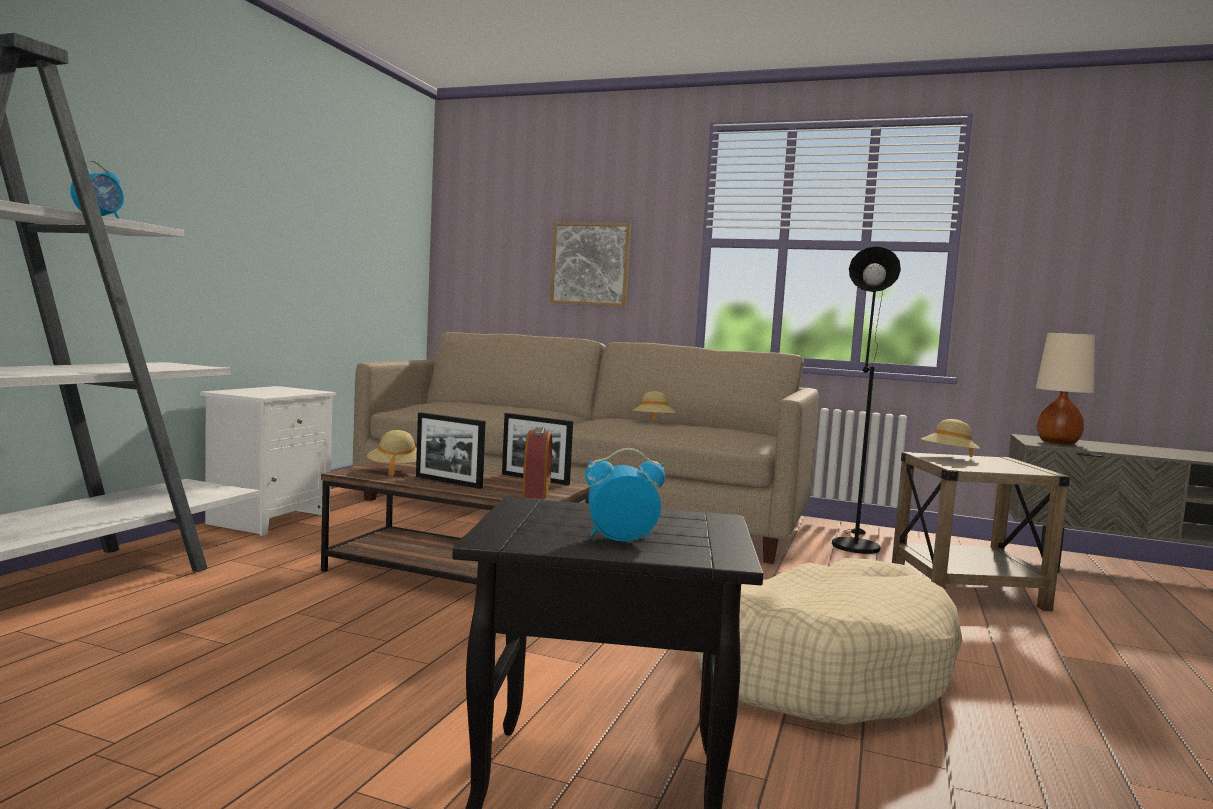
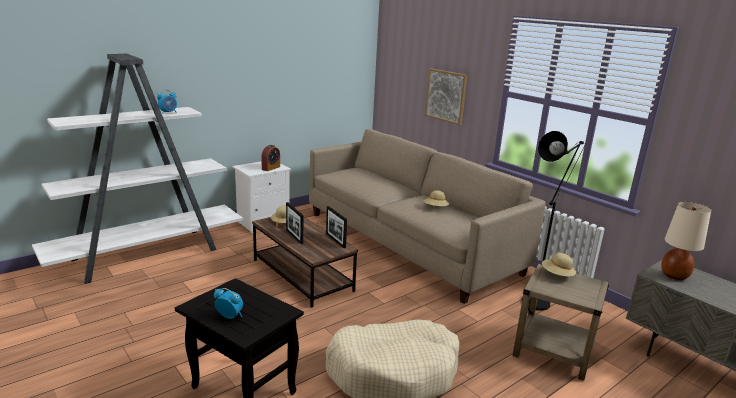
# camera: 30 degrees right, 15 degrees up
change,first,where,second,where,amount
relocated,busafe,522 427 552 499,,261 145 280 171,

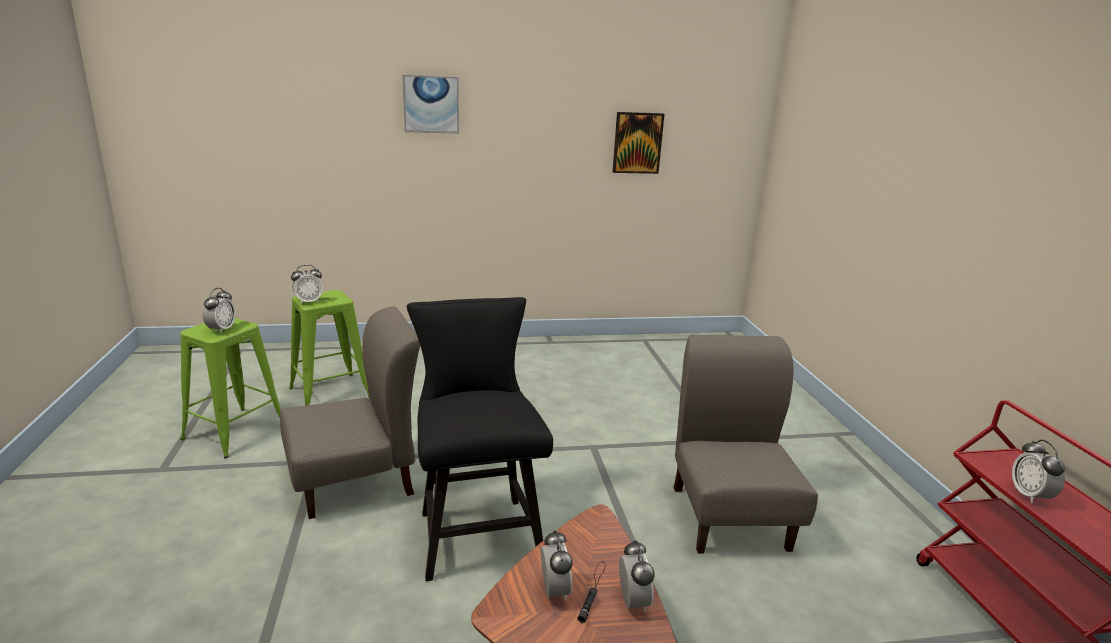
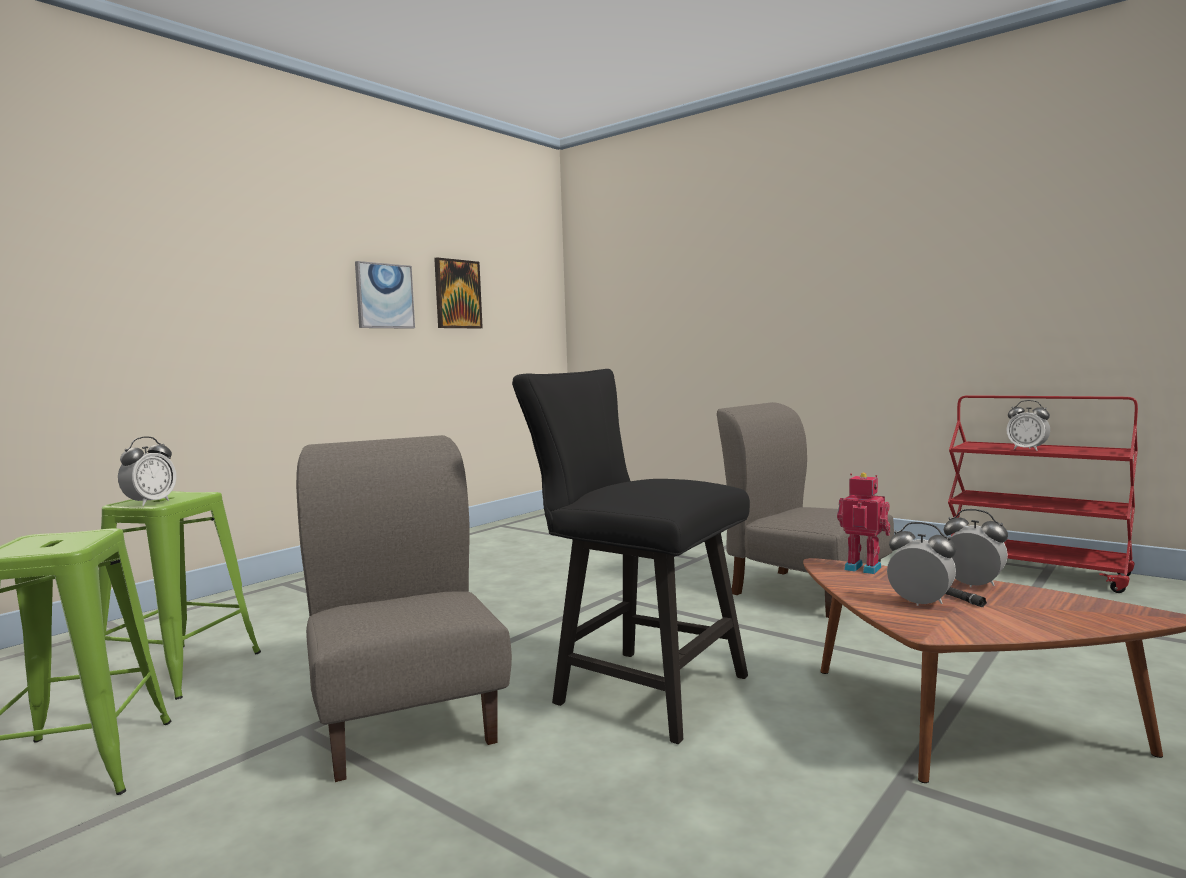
# camera: 40 degrees left, 15 degrees down
change,first,where,second,where,amount
relocated,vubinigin,403 75 459 134,,355 261 415 329,
missing,busafe,202 288 236 334,,,
spun,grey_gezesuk,280 306 420 519,,296 435 512 782,45 degrees counterclockwise
appeared,,,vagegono,837 473 890 574,

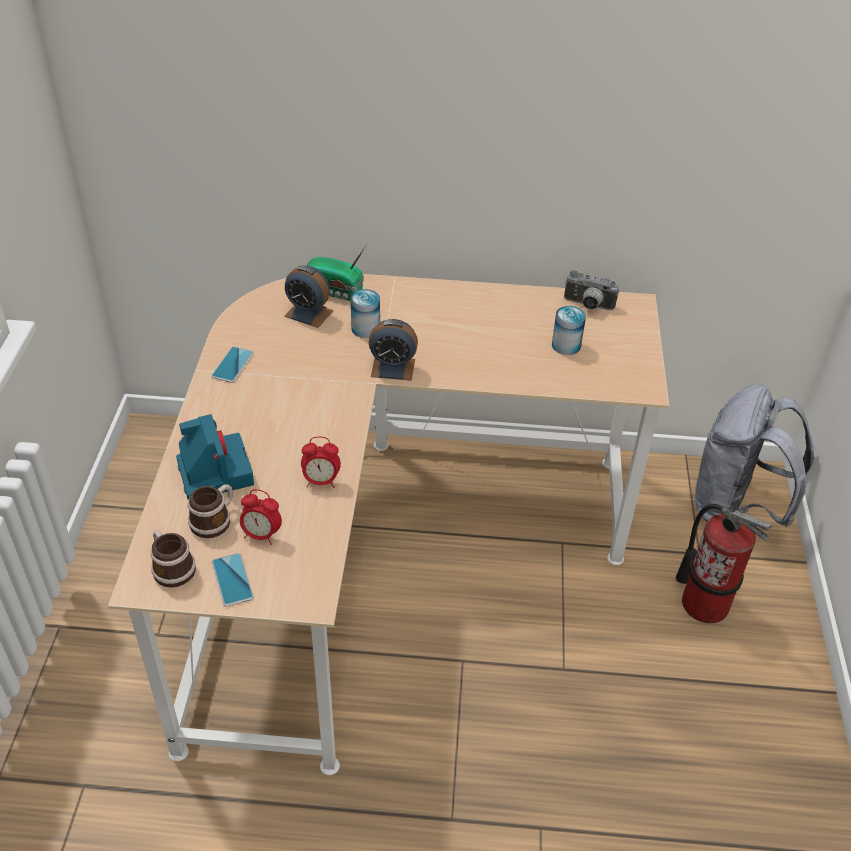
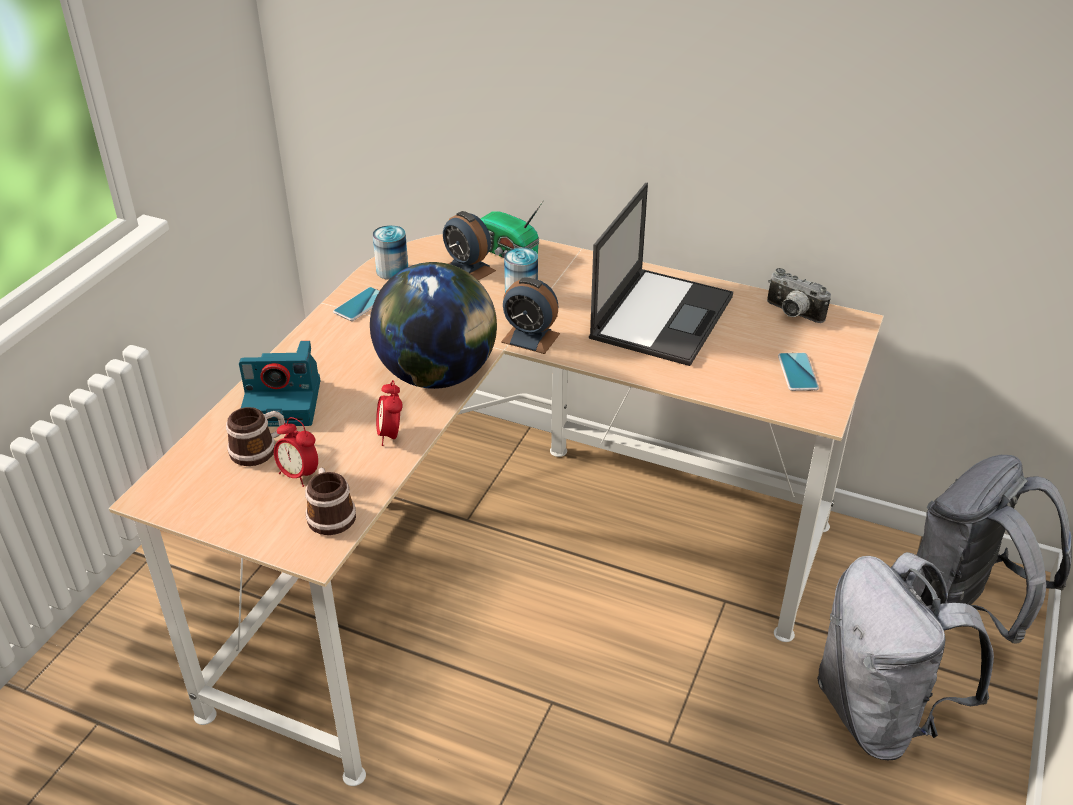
# camera: 20 degrees right, 5 degrees down
change,first,where,second,where,amount
relocated,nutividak,552 306 586 355,,373 225 408 280,
spun,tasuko,176 414 254 499,,239 341 320 427,90 degrees clockwise
spun,busafe,301 437 341 488,,376 380 403 446,60 degrees clockwise
exchanged,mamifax,676 504 771 623,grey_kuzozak,817 552 994 760,
relocated,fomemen,151 530 196 588,,305 467 356 535,
relocated,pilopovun,212 553 254 607,,778 353 819 391,
appeared,,,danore,589 183 733 366,
appeared,,,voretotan,370 262 497 389,

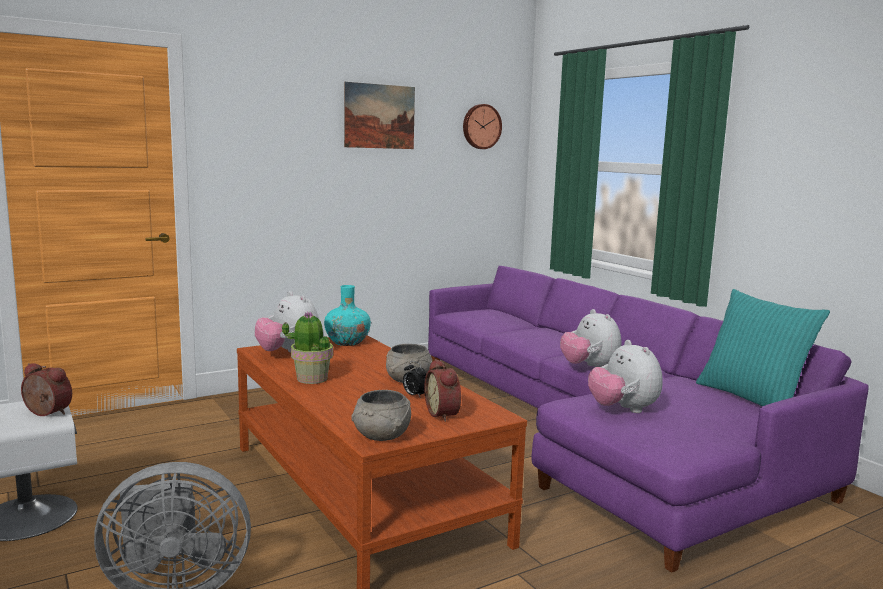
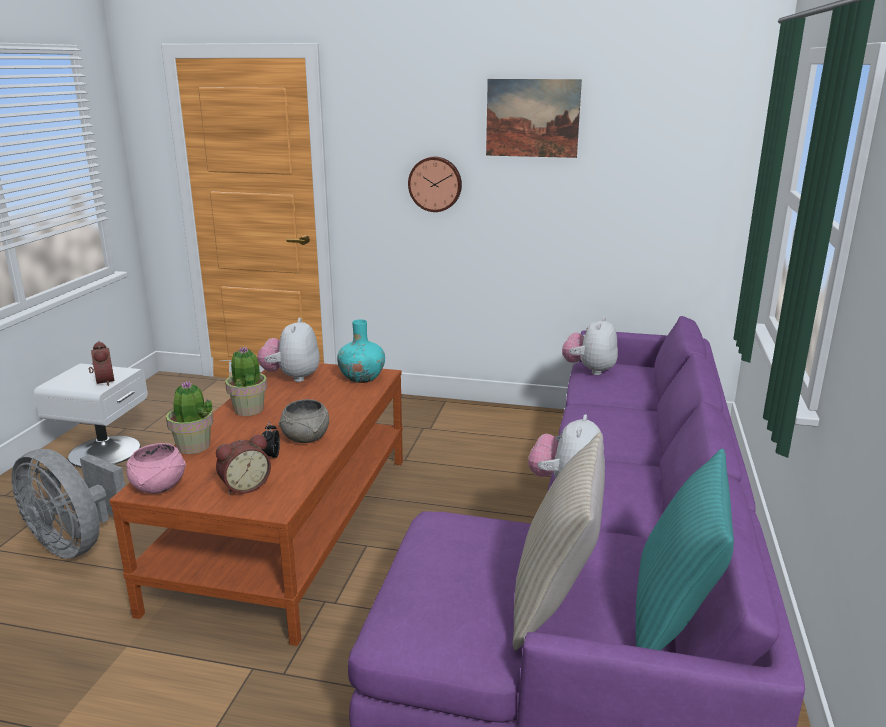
# camera: 45 degrees right, 10 degrees up
change,first,where,second,where,amount
relocated,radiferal,463 104 502 149,,408 157 462 212,
relocated,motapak,588 340 663 413,,562 316 618 375,
spun,busafe,424 359 461 422,,216 434 271 495,150 degrees counterclockwise
colour,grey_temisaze,351 390 411 441,pink_temisaze,126 443 186 494,
appeared,,,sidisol,166 380 213 454,
appeared,,,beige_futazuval,513 432 605 651,

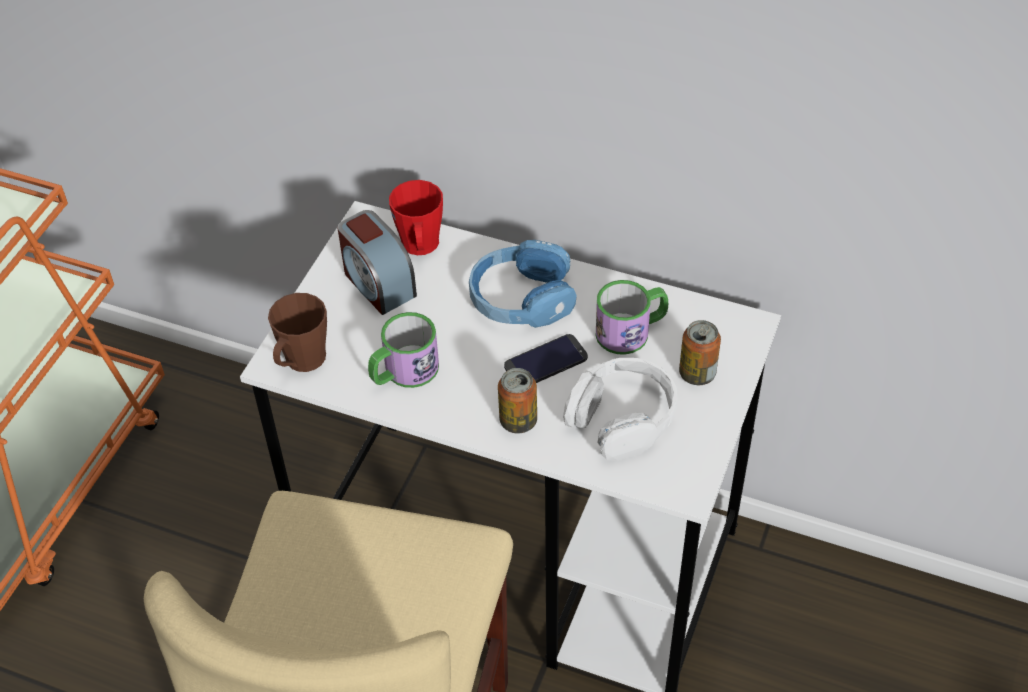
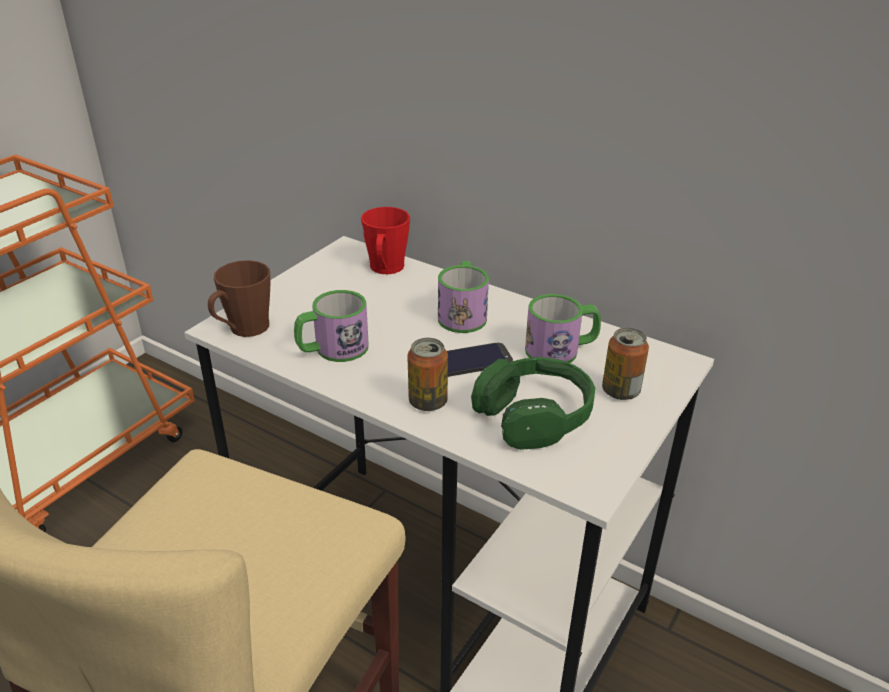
# camera: 10 degrees right, 15 degrees down
change,first,where,second,where,amount
missing,busafe,338 210 417 315,,,
exchanged,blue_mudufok,469 240 577 328,fomemen,438 261 489 333,
colour,white_mudufok,563 358 677 461,green_mudufok,471 357 595 450,

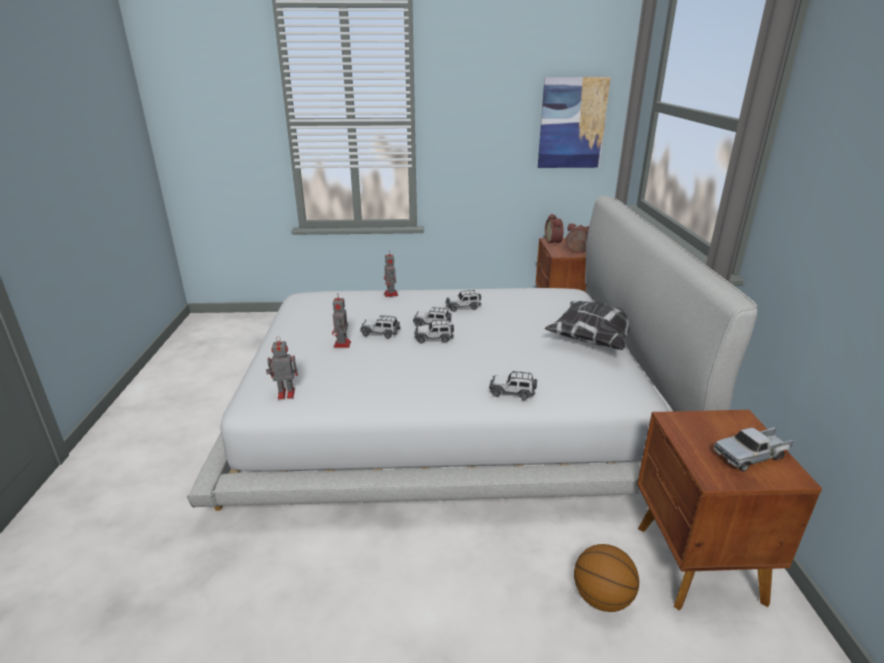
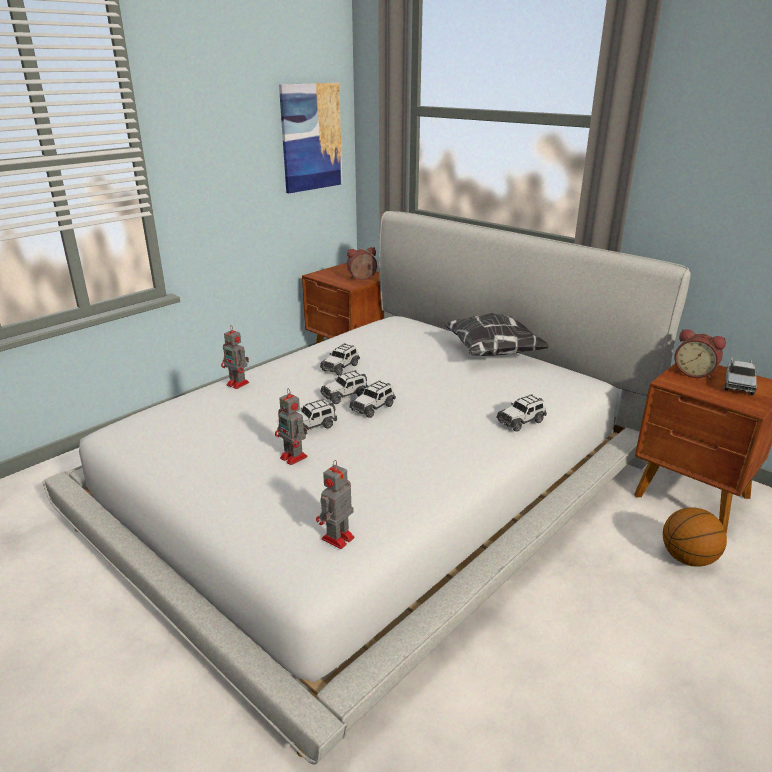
# camera: 45 degrees left, 0 degrees up
change,first,where,second,where,amount
relocated,busafe,545 214 564 245,,675 329 726 380,

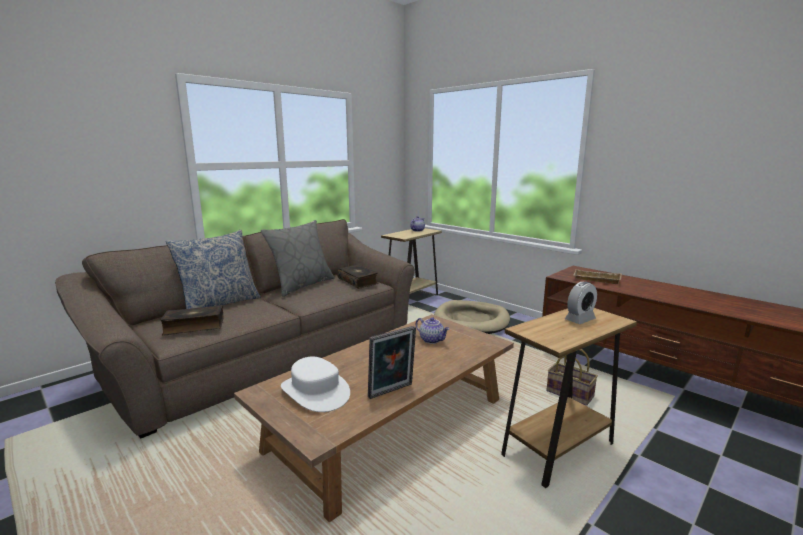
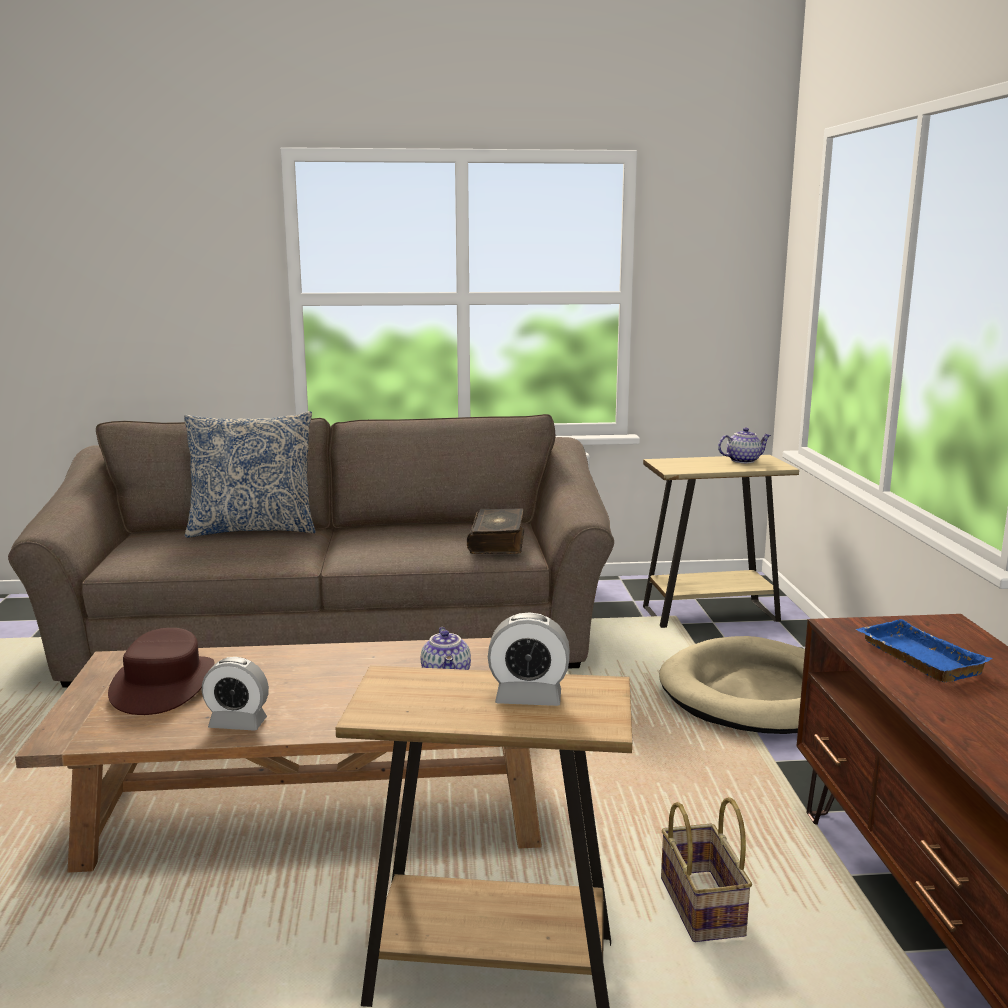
# camera: 40 degrees right, 0 degrees up
change,first,where,second,where,amount
missing,grey_futazuval,261 220 335 297,,,
colour,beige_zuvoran,573 269 622 284,blue_zuvoran,856 619 993 683,
missing,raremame,160 305 224 336,,,
exchanged,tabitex,368 326 416 399,busafe,202 657 269 731,
colour,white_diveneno,281 357 350 412,brown_diveneno,108 628 214 715,

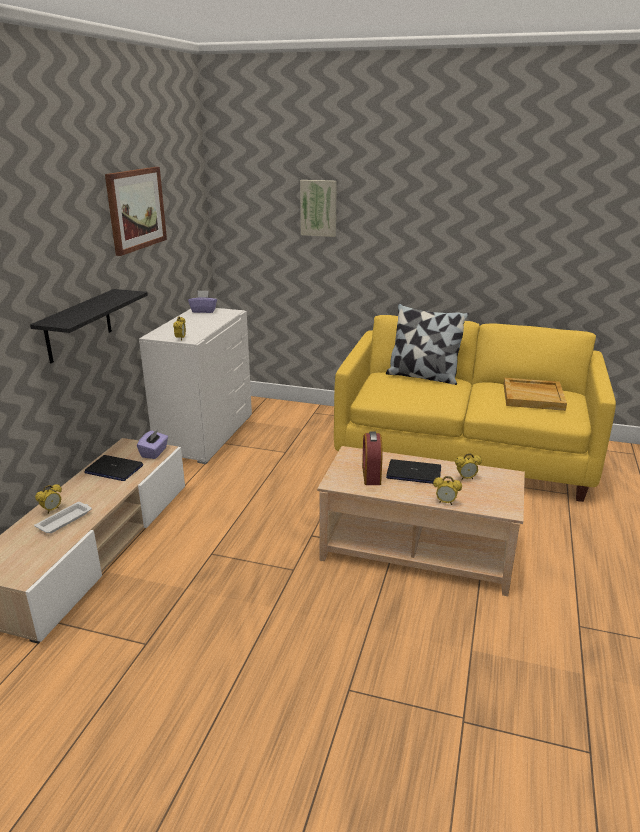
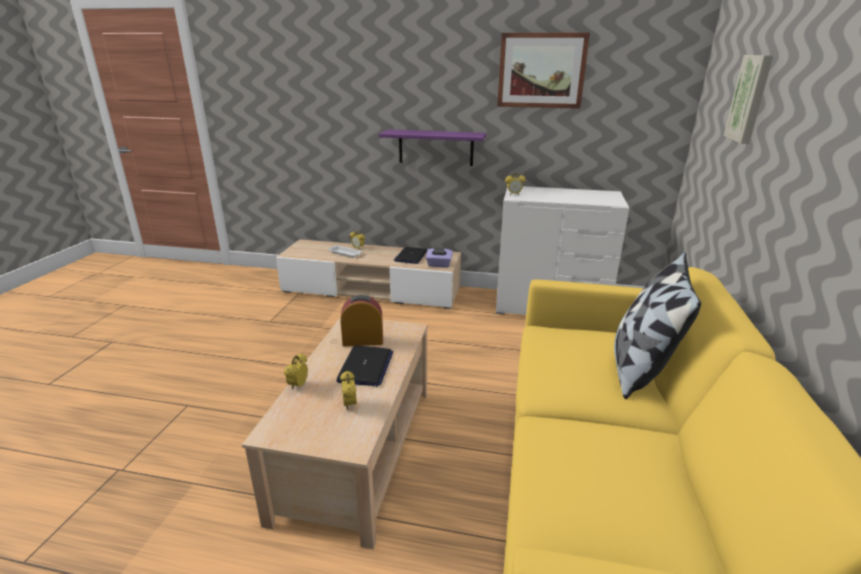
# camera: 85 degrees right, 0 degrees up
change,first,where,second,where,amount
colour,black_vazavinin,30 289 148 363,purple_vazavinin,378 129 487 166,
missing,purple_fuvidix,188 290 217 313,,,
missing,beige_zuvoran,504 378 567 411,,,

